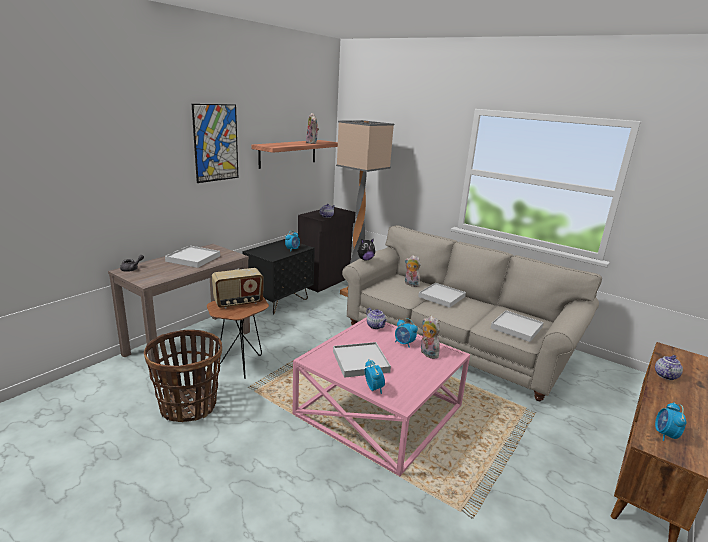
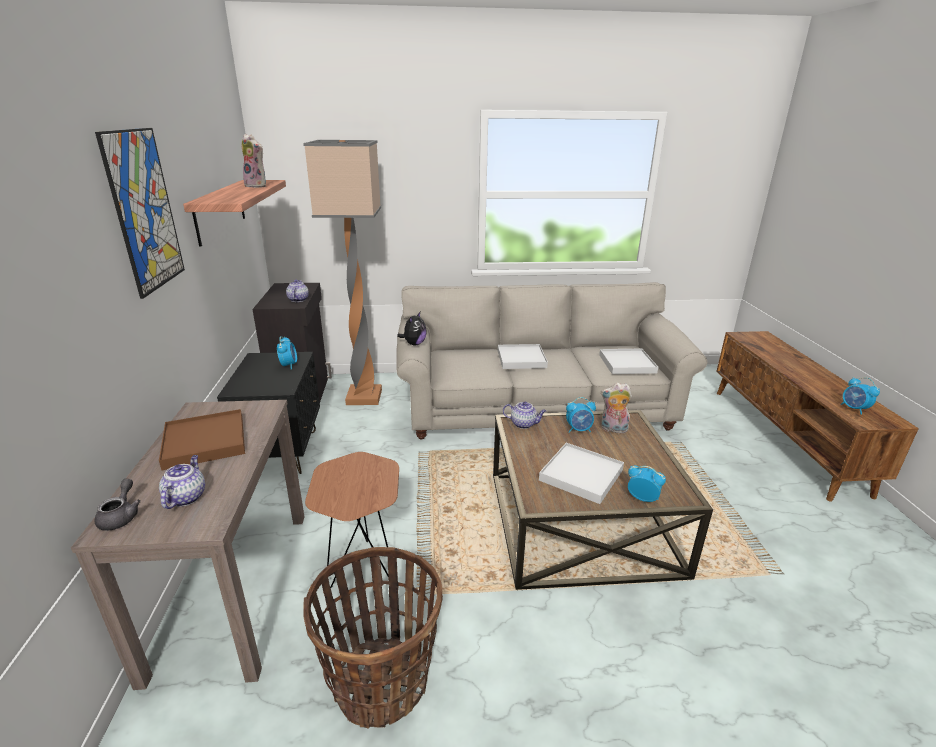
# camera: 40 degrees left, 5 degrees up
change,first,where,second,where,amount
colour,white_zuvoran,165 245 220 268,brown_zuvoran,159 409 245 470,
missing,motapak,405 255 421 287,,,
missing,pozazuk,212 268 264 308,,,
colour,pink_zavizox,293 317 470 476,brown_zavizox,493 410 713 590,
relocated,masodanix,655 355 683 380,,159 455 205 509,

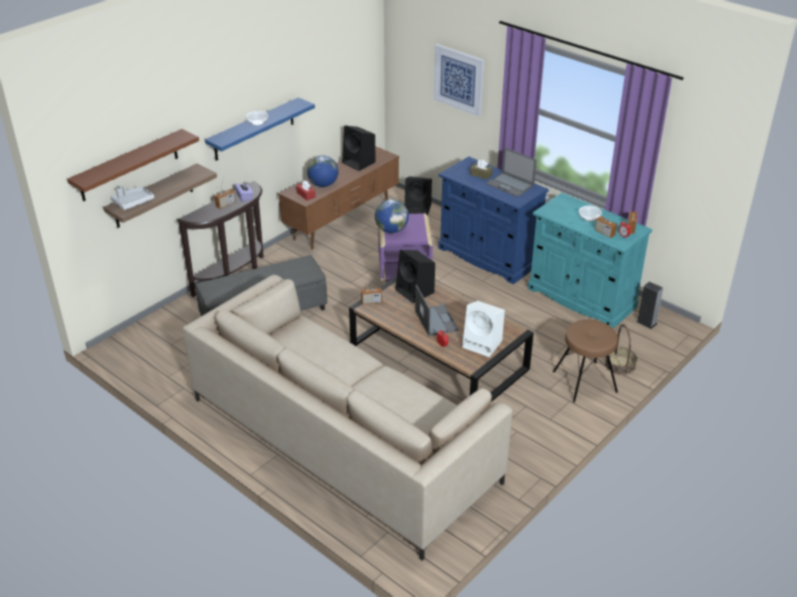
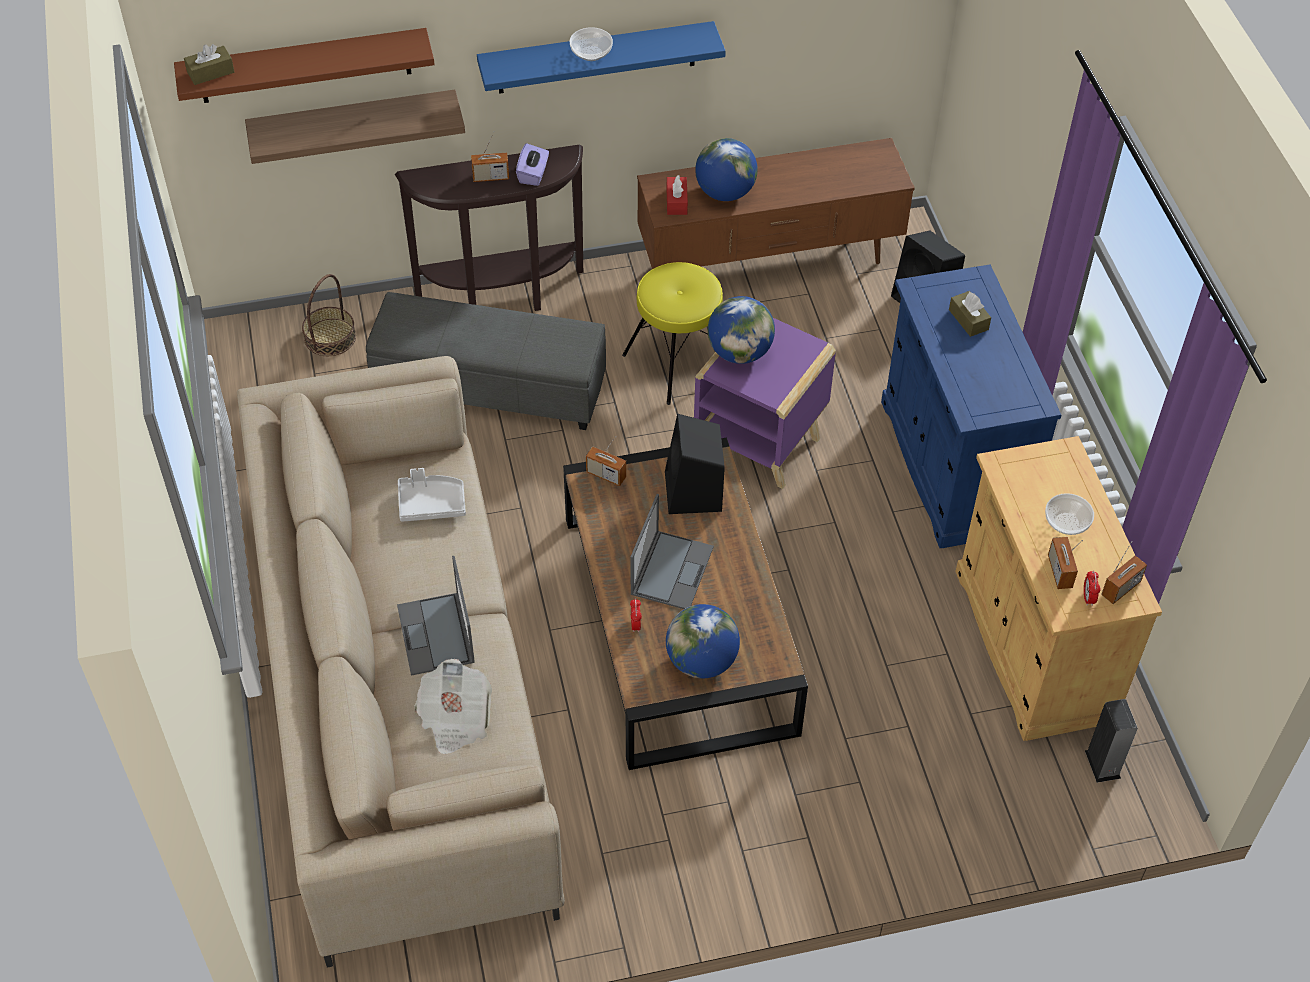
# camera: 35 degrees right, 15 degrees up
change,first,where,second,where,amount
missing,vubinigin,434 44 484 117,,,
missing,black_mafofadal,342 125 376 171,,,
relocated,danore,486 147 537 197,,397 556 475 676,
relocated,grey_zuvoran,110 186 154 210,,398 468 466 522,
colour,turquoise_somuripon,527 193 652 328,beige_somuripon,955 436 1162 741,
exchanged,white_mafofadal,462 301 505 357,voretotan,666 604 740 679,
missing,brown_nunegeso,553 319 618 403,,,
relocated,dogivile,605 324 637 375,,302 274 356 356,
appeared,,,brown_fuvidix,184 44 234 85,
appeared,,,yellow_nunegeso,622 262 723 405,
appeared,,,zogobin,415 659 492 754,

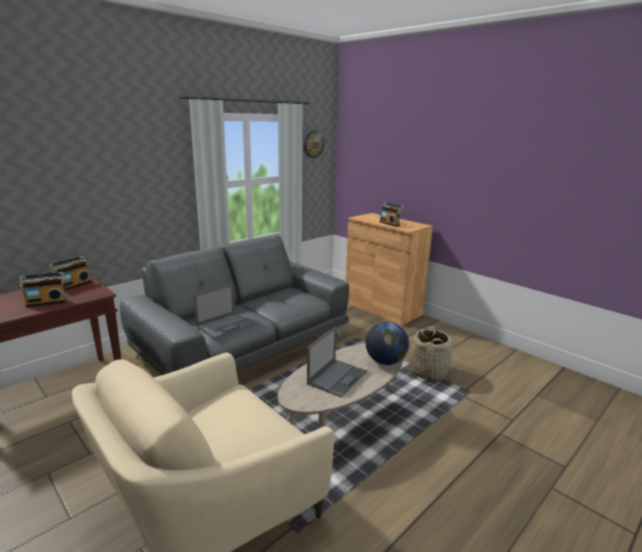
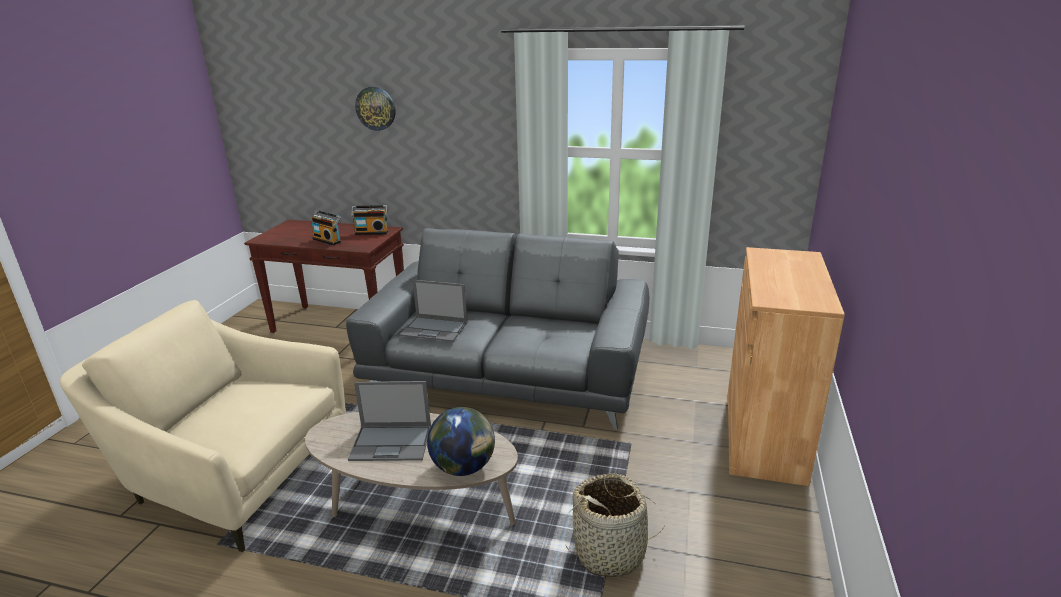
# camera: 60 degrees right, 5 degrees up
change,first,where,second,where,amount
relocated,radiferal,303 130 324 158,,355 87 395 131,
missing,pozazuk,379 202 404 227,,,

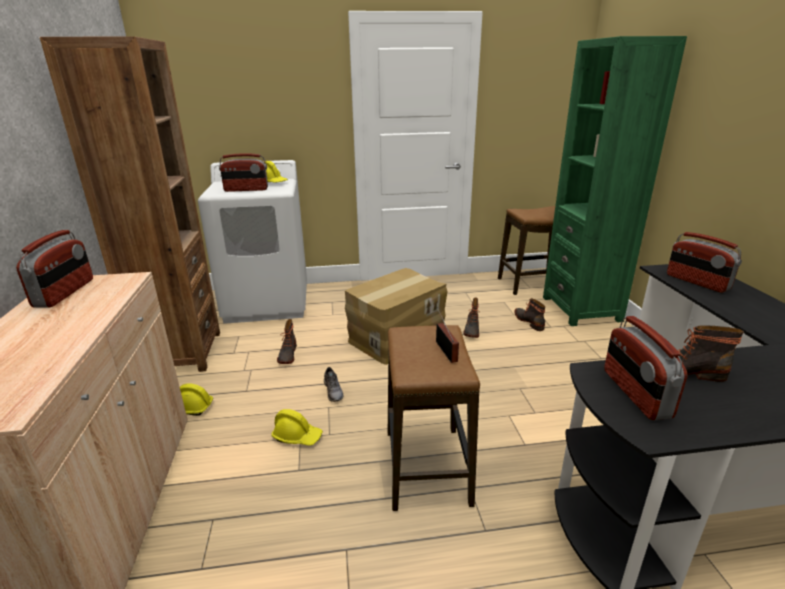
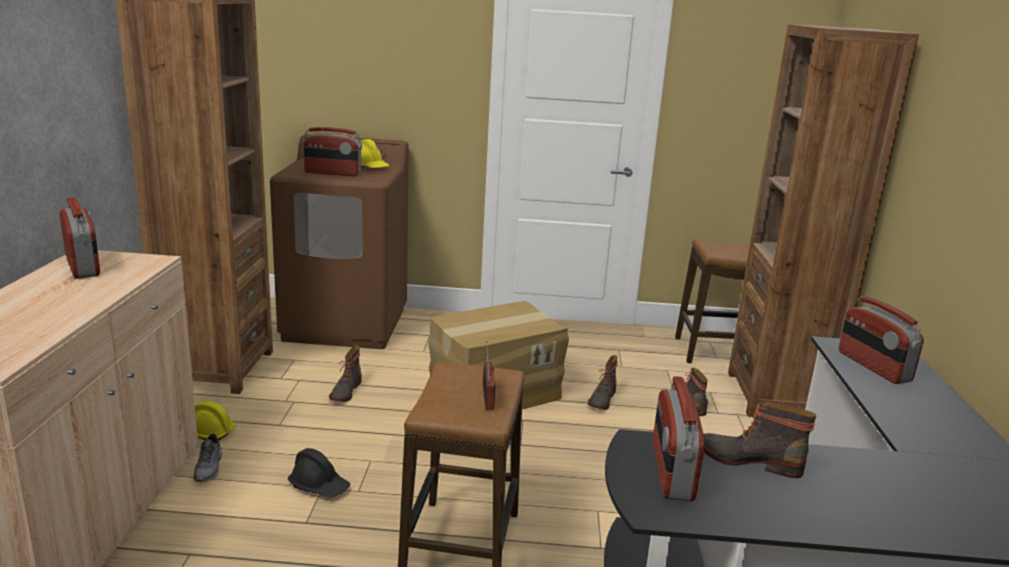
# camera: 10 degrees right, 5 degrees down
change,first,where,second,where,amount
colour,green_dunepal,543 36 687 326,brown_dunepal,728 24 919 417,
colour,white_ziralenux,198 160 307 324,brown_ziralenux,270 134 409 349,
spun,pozazuk,16 230 93 308,,60 197 100 279,45 degrees counterclockwise
relocated,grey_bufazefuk,324 367 343 402,,193 434 222 482,
colour,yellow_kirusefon,271 409 323 446,black_kirusefon,288 448 350 498,

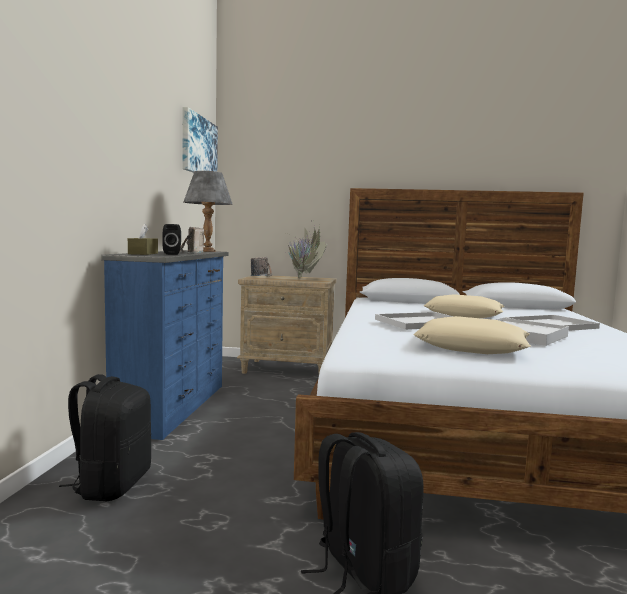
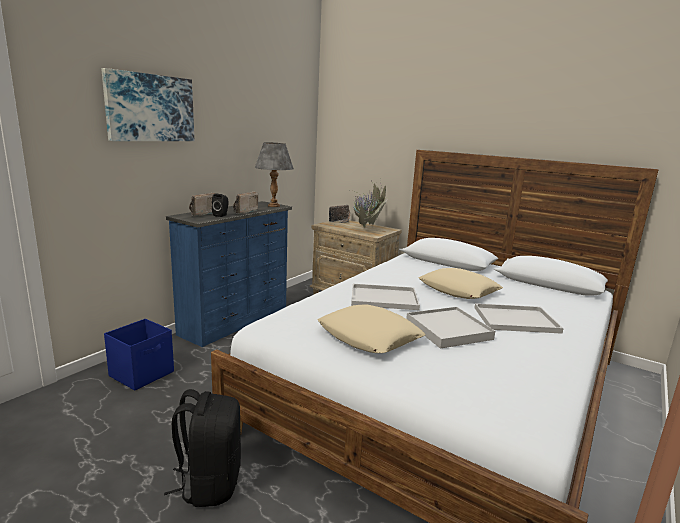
# camera: 25 degrees right, 10 degrees up
change,first,where,second,where,amount
relocated,vubinigin,182 107 218 173,,101 68 194 141,
exchanged,brown_fuvidix,128 223 158 255,pozazuk,189 193 215 217,
exchanged,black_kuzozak,59 374 151 501,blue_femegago,104 319 174 391,

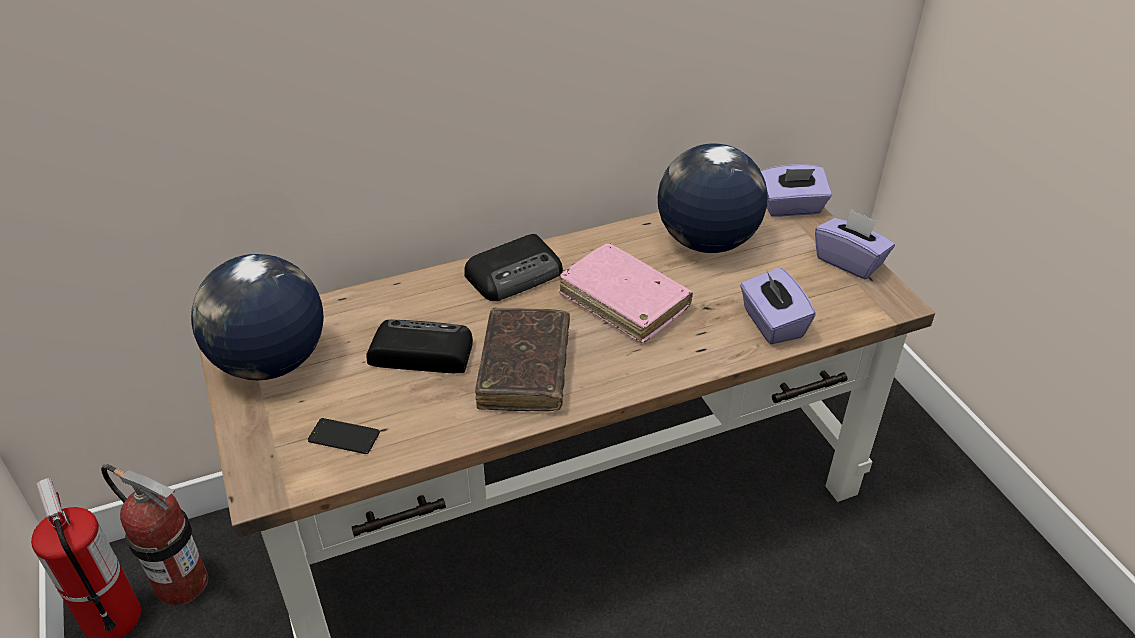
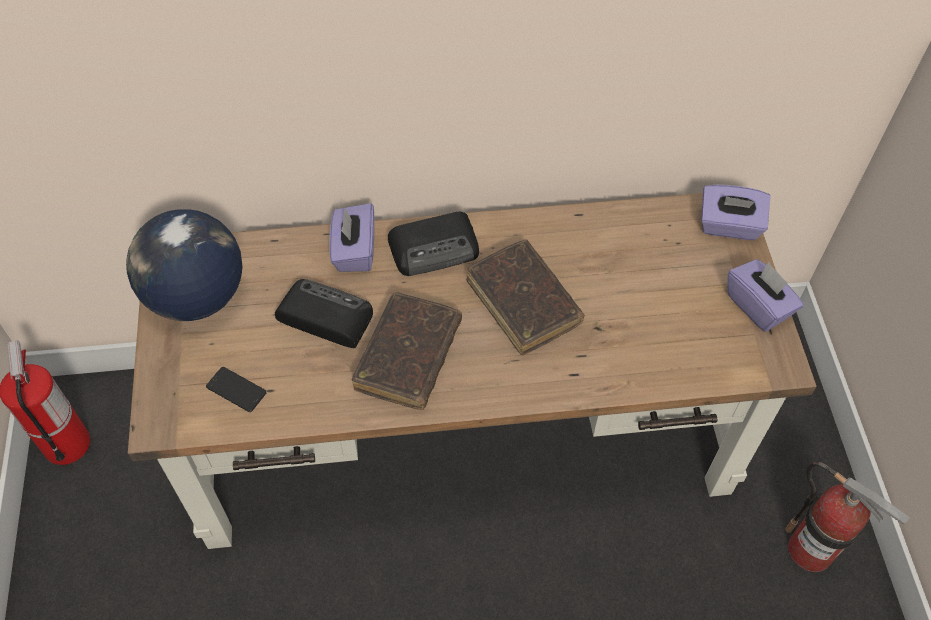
# camera: 15 degrees right, 15 degrees up
change,first,where,second,where,amount
missing,voretotan,658 143 767 253,,,
colour,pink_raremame,559 243 693 343,brown_raremame,467 239 585 355,
relocated,purple_fuvidix,740 267 816 345,,329 203 374 272,
relocated,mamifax,101 464 208 606,,785 462 910 572,

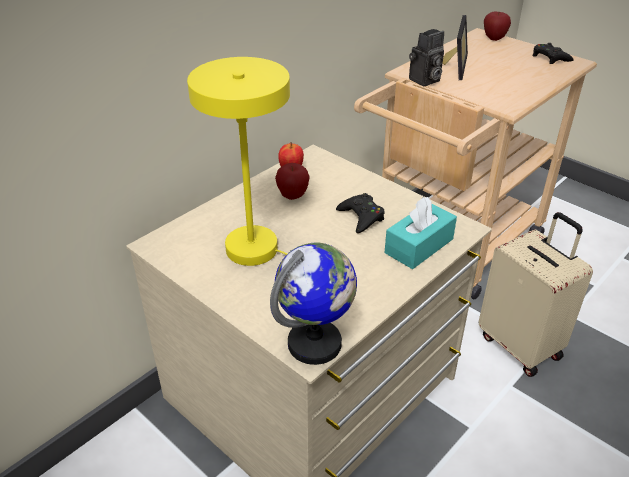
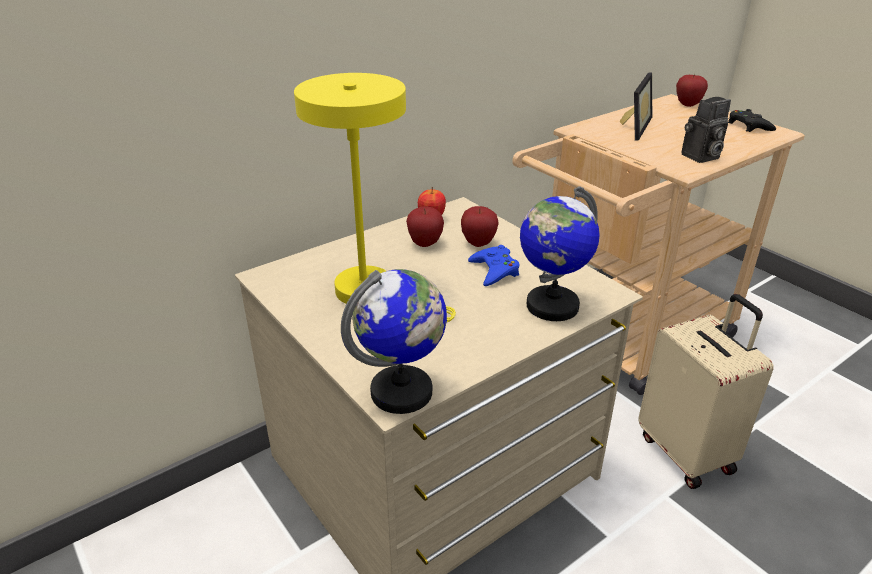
# camera: 10 degrees right, 5 degrees down
change,first,where,second,where,amount
relocated,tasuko,409 29 444 86,,681 97 731 163,
colour,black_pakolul,336 193 385 233,blue_pakolul,468 245 520 286,
exchanged,turquoise_fuvidix,385 197 457 269,voretotan,520 186 599 321,
appeared,,,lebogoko,461 206 499 247,

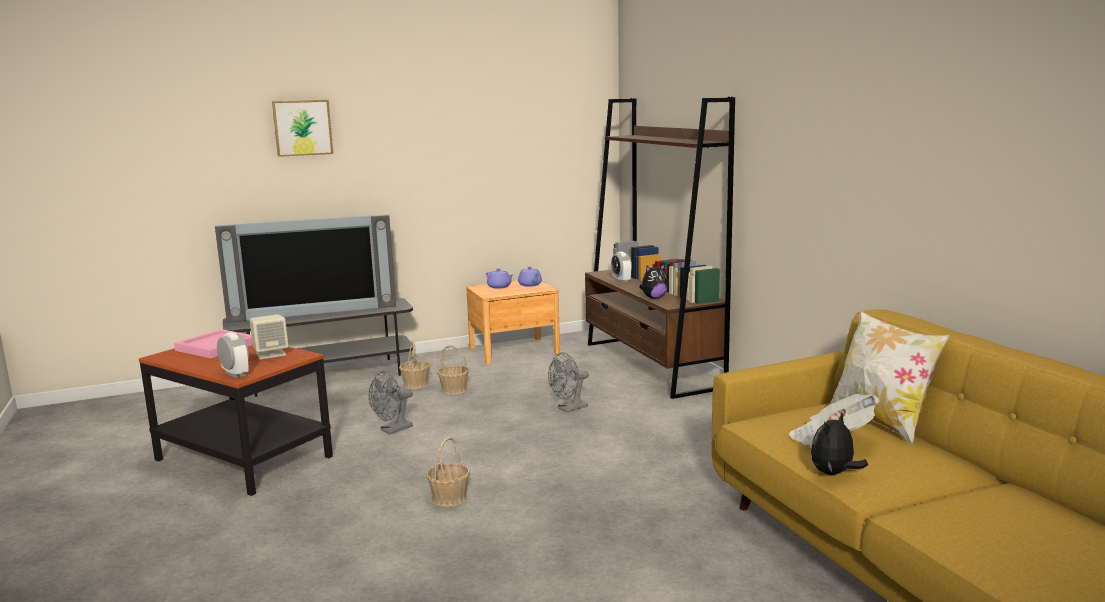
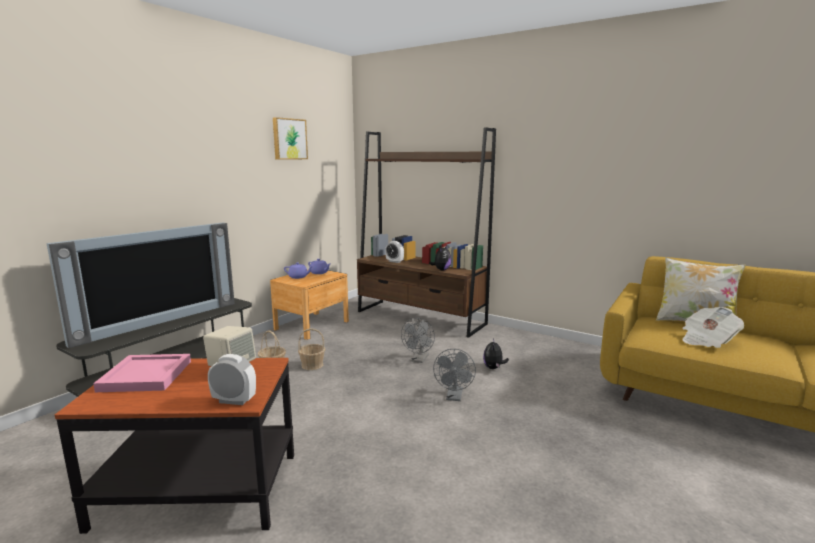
# camera: 35 degrees left, 0 degrees up
change,first,where,second,where,amount
relocated,vubinigin,272 100 333 157,,273 117 308 160,
relocated,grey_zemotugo,369 371 413 435,,433 349 476 401,
relocated,motapak,811 412 868 475,,483 338 509 369,
missing,dogivile,426 437 470 507,,,

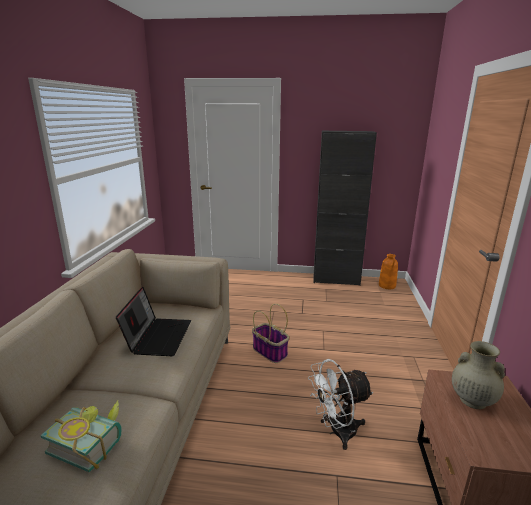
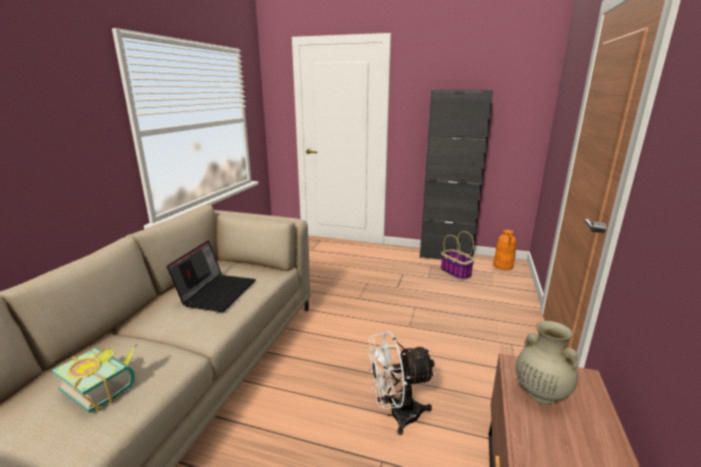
# camera: 10 degrees right, 0 degrees up
change,first,where,second,where,amount
relocated,dogivile,252 303 289 363,,441 231 474 280,

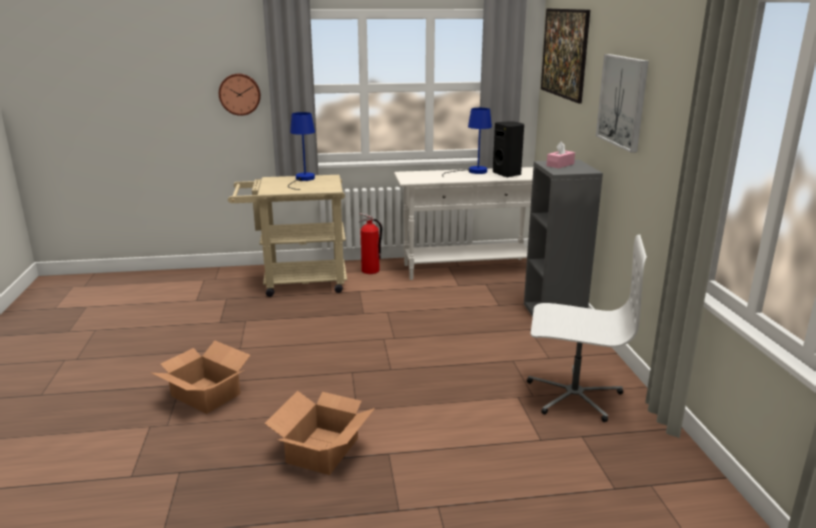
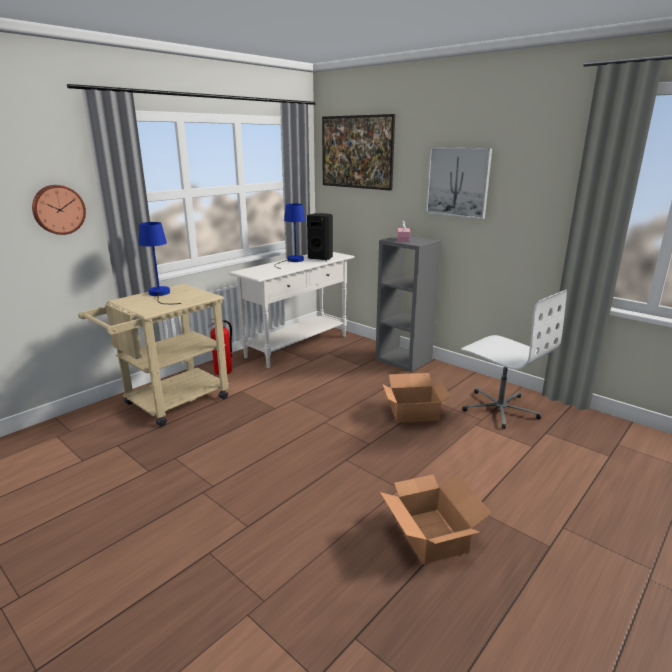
# camera: 40 degrees left, 0 degrees up
change,first,where,second,where,amount
spun,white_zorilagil,527 234 647 422,,461 290 567 429,75 degrees clockwise
relocated,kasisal,152 341 250 414,,382 373 451 423,

